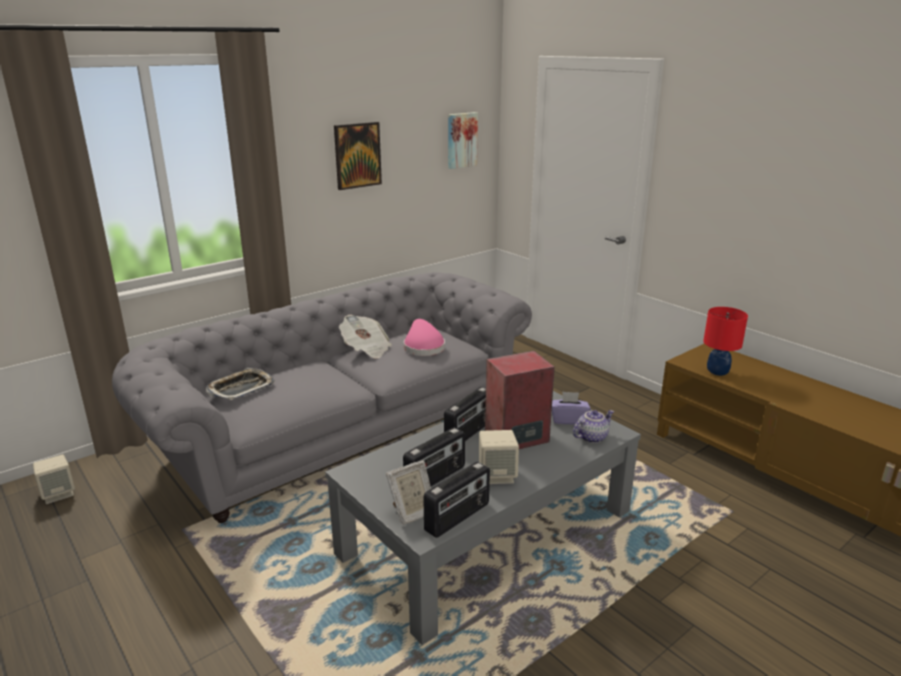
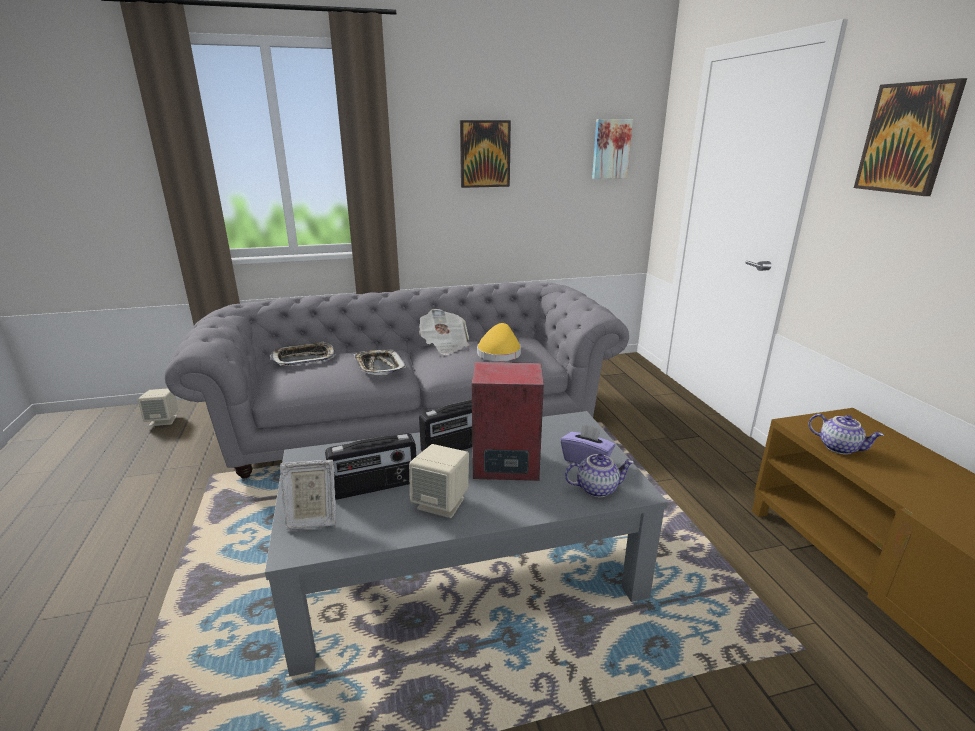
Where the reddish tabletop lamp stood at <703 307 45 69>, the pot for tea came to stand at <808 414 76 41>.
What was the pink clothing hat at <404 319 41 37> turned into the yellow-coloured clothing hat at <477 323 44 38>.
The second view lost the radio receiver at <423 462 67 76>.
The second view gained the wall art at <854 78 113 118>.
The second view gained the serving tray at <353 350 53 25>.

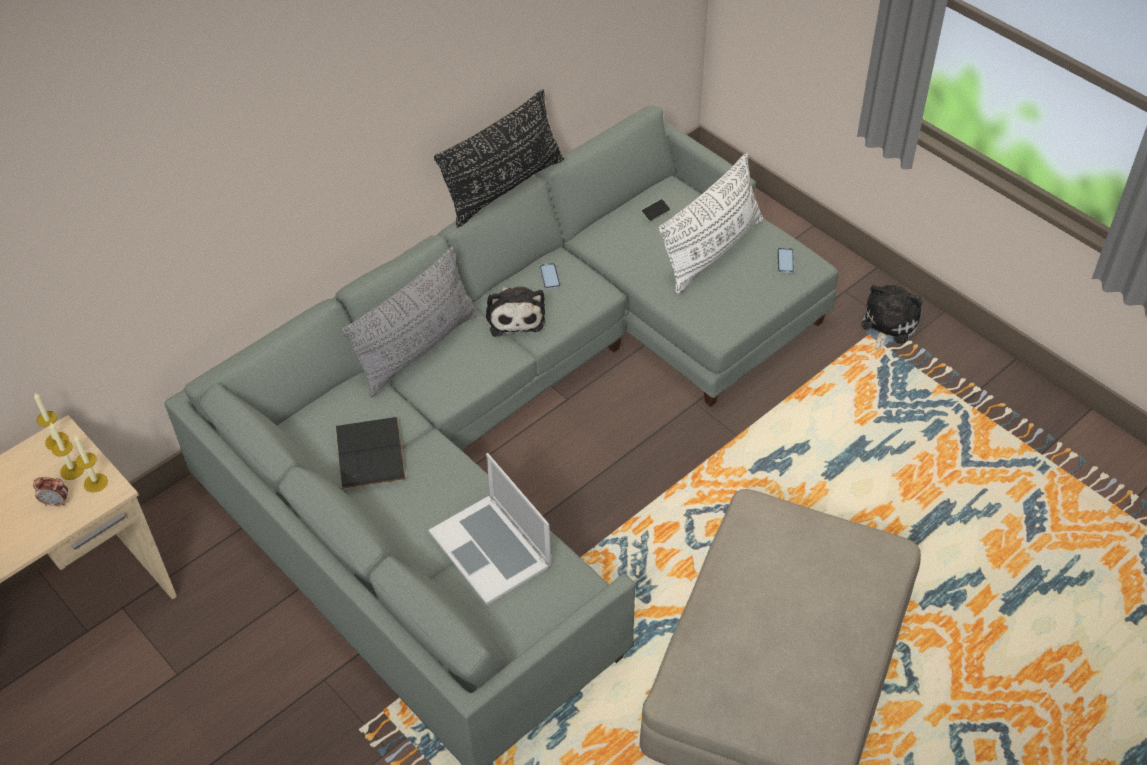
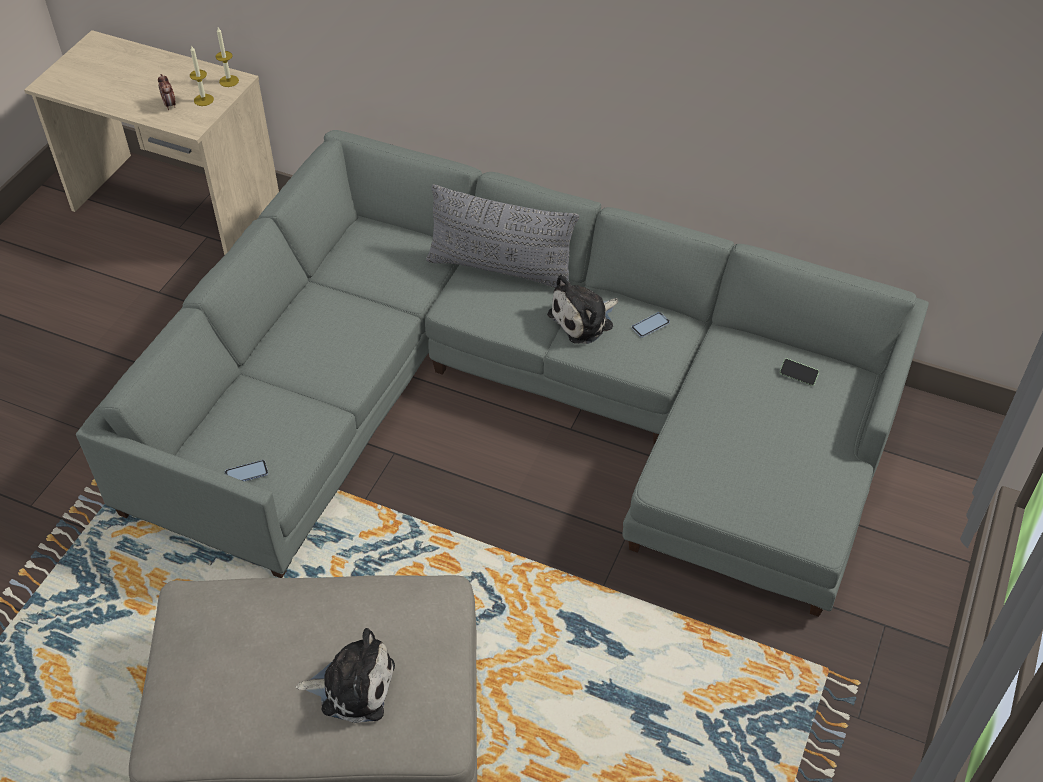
The second view lost the blackish cushion at <434 89 130 139>.
The second view lost the white-coloured cushion at <658 153 105 142>.
The phone ended up elsewhere, having gone from <777 248 17 25> to <225 460 43 22>.
The soft toy ended up elsewhere, having gone from <861 285 61 65> to <296 628 99 95>.
The second view lost the blackish volume at <336 417 70 72>.
The second view lost the wax candle at <74 435 34 57>.
The second view lost the laptop at <429 453 122 152>.

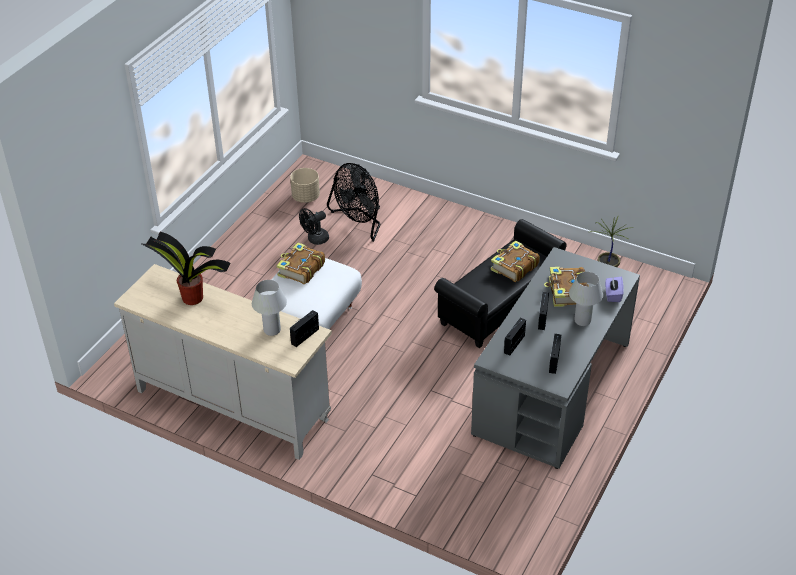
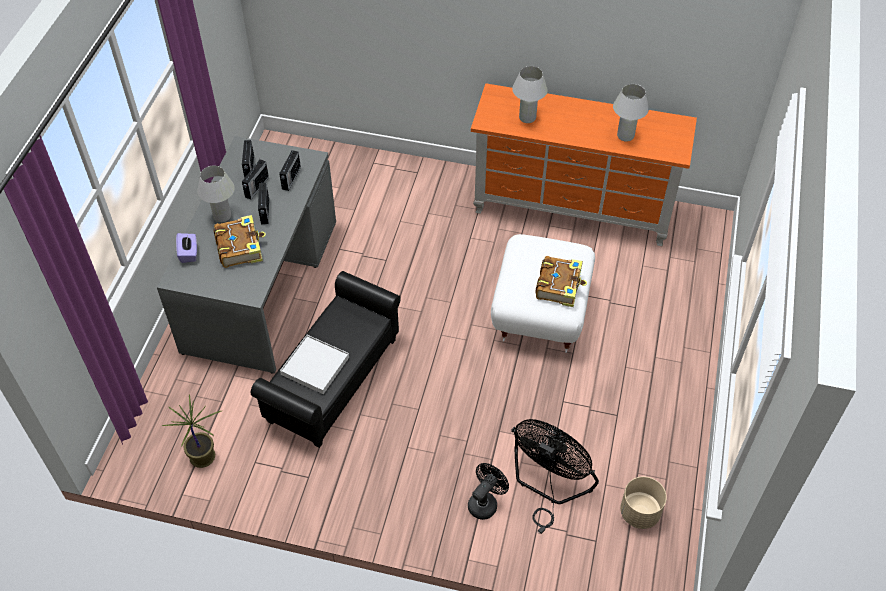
The blackish electric fan ended up elsewhere, having gone from <299 208 30 37> to <468 463 41 57>.
Where the plant in a pot stood at <140 232 91 73>, the white-coloured tabletop lamp came to stand at <613 84 36 58>.
Where the volume stood at <490 240 50 42>, the white-coloured serving tray came to stand at <280 335 69 59>.
What was the beige-coloured drawer chest at <114 264 218 196> turned into the orangey drawer chest at <471 83 226 164>.
The radio receiver ended up elsewhere, having gone from <290 310 29 37> to <242 159 27 40>.

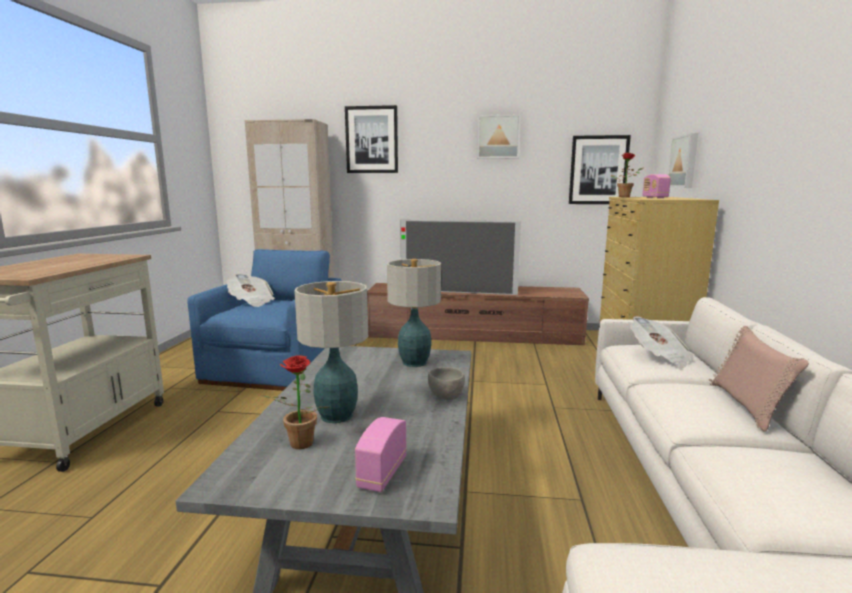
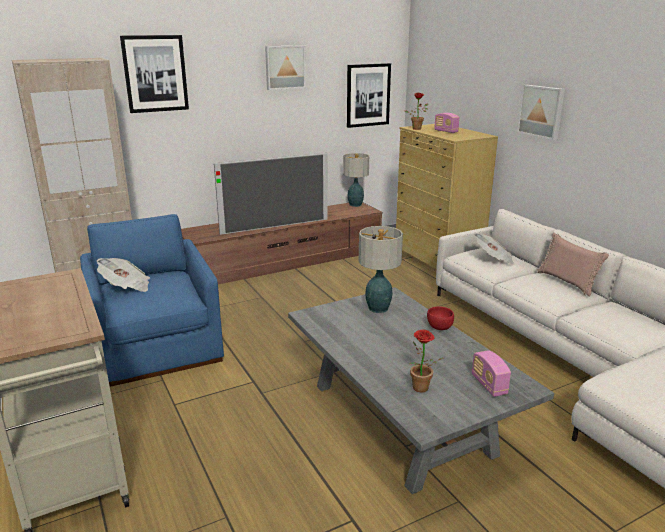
The wall art ended up elsewhere, having gone from <668 133 30 55> to <517 85 48 55>.
The tabletop lamp ended up elsewhere, having gone from <294 281 74 142> to <343 153 26 54>.
What was the gray deep dish at <428 367 37 33> turned into the reddish deep dish at <427 306 27 24>.

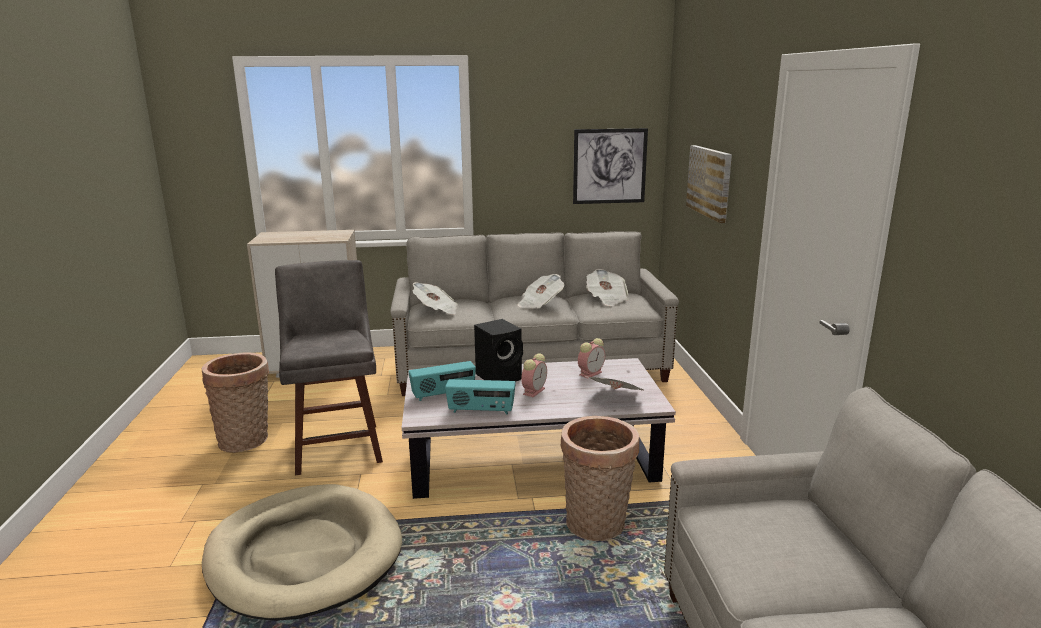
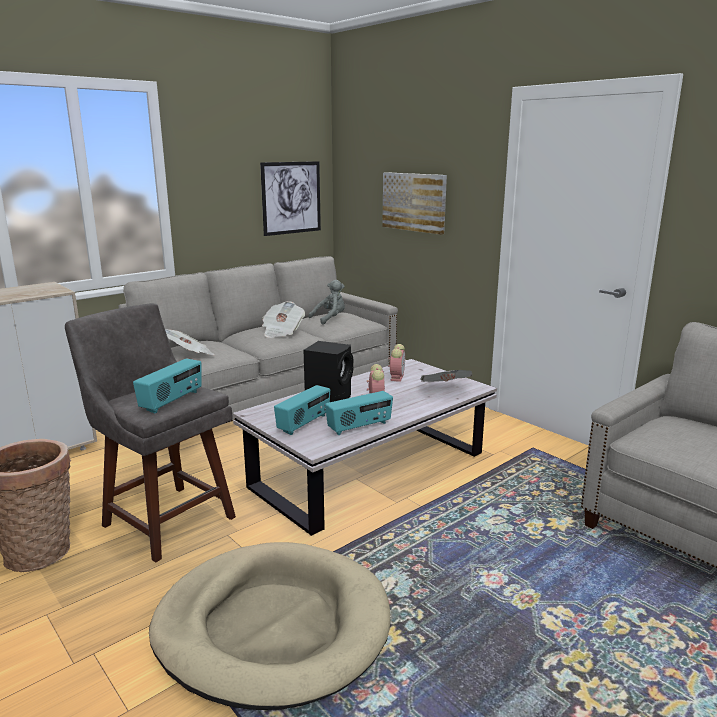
Where the daily paper stood at <586 269 43 37>, the gray soft toy came to stand at <309 280 36 45>.
The second view lost the household basket at <560 416 80 125>.
The second view gained the radio receiver at <133 358 69 56>.

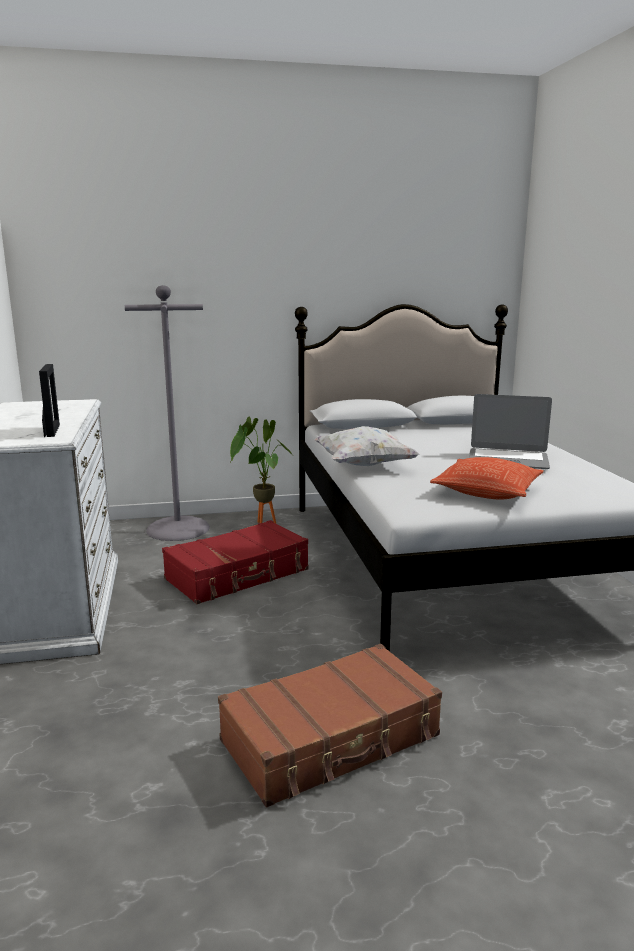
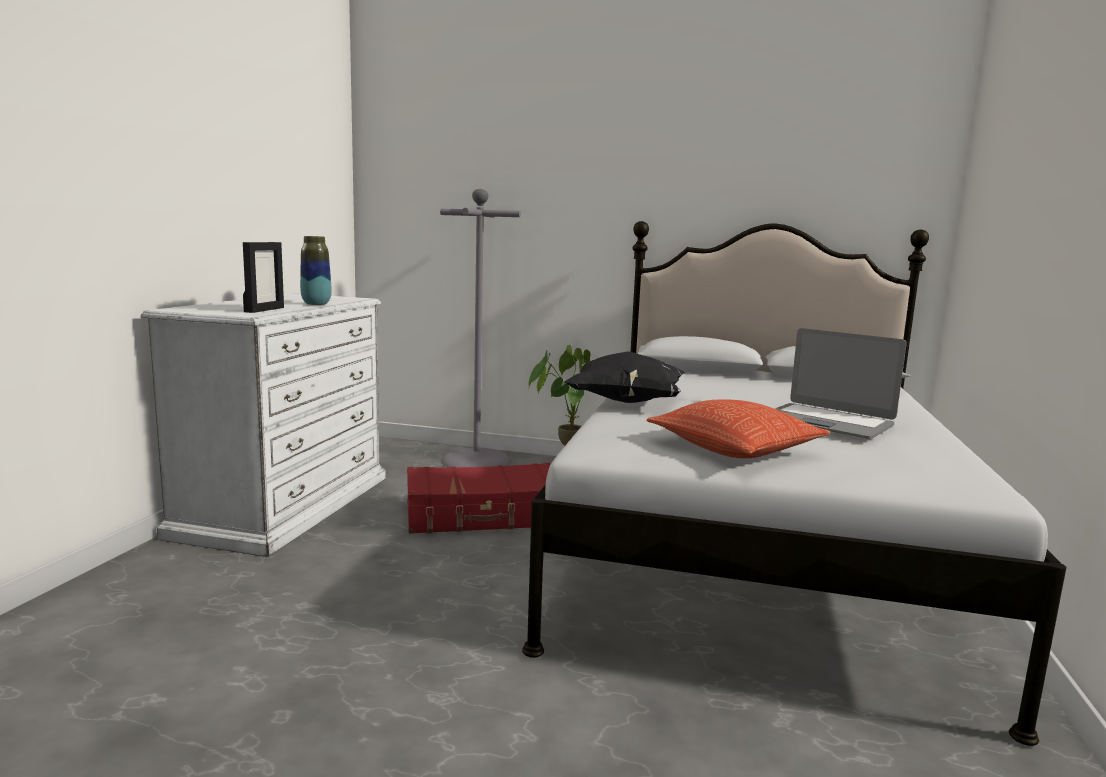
What was the white-coloured cushion at <314 426 105 40> turned into the blackish cushion at <564 352 121 51>.
The second view lost the brown suitcase at <218 644 224 163>.
The second view gained the vase at <300 236 32 69>.

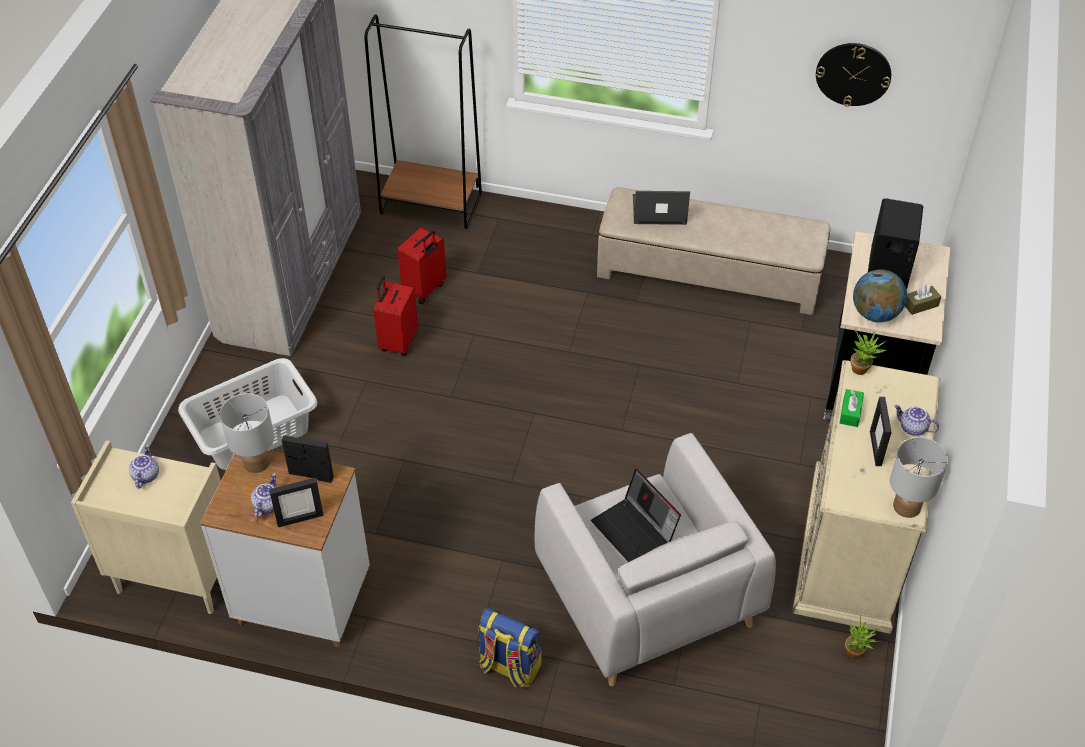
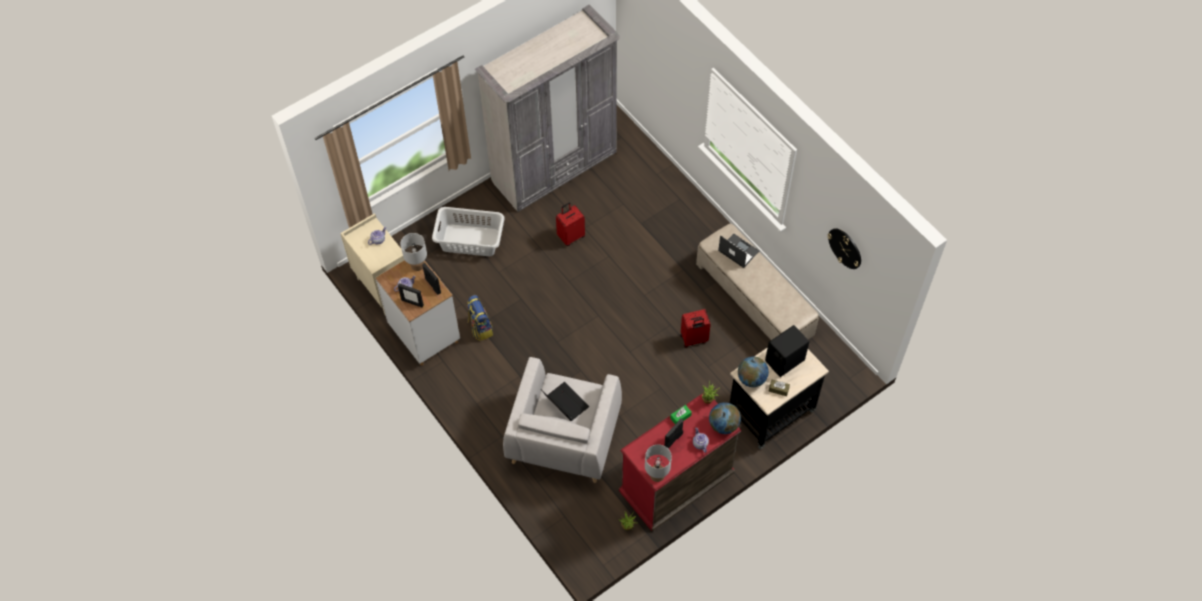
The second view lost the garment stand at <364 14 118 215>.
The reddish suitcase ended up elsewhere, having gone from <397 227 50 77> to <680 309 31 39>.
What was the beige-coloured drawer chest at <792 360 149 274> turned into the reddish drawer chest at <619 393 123 138>.
The laptop at <591 469 90 93> ended up facing another way, 135 degrees clockwise from before.
The rucksack ended up elsewhere, having gone from <478 608 64 80> to <467 295 26 46>.
The second view gained the desk globe at <709 402 32 32>.

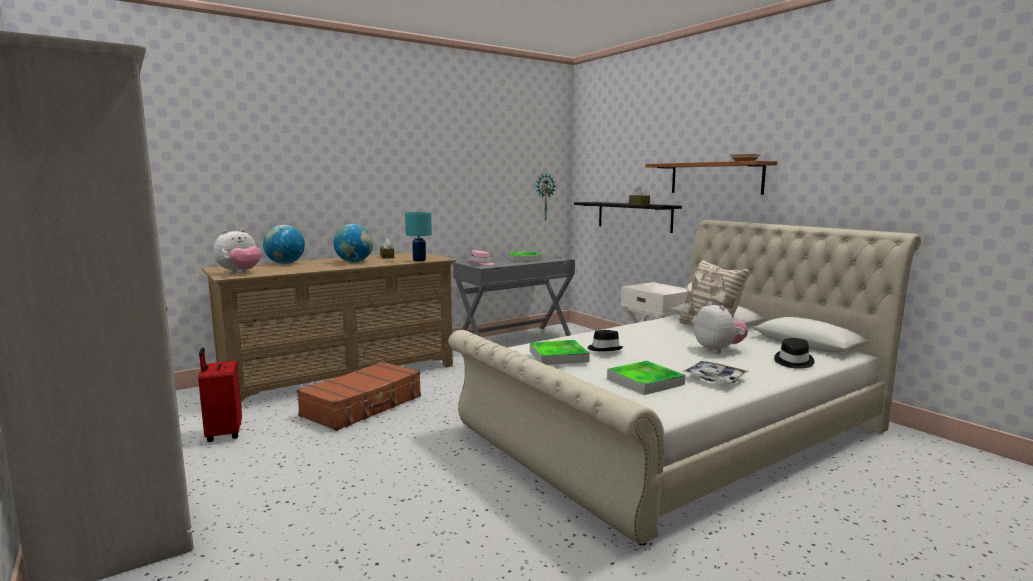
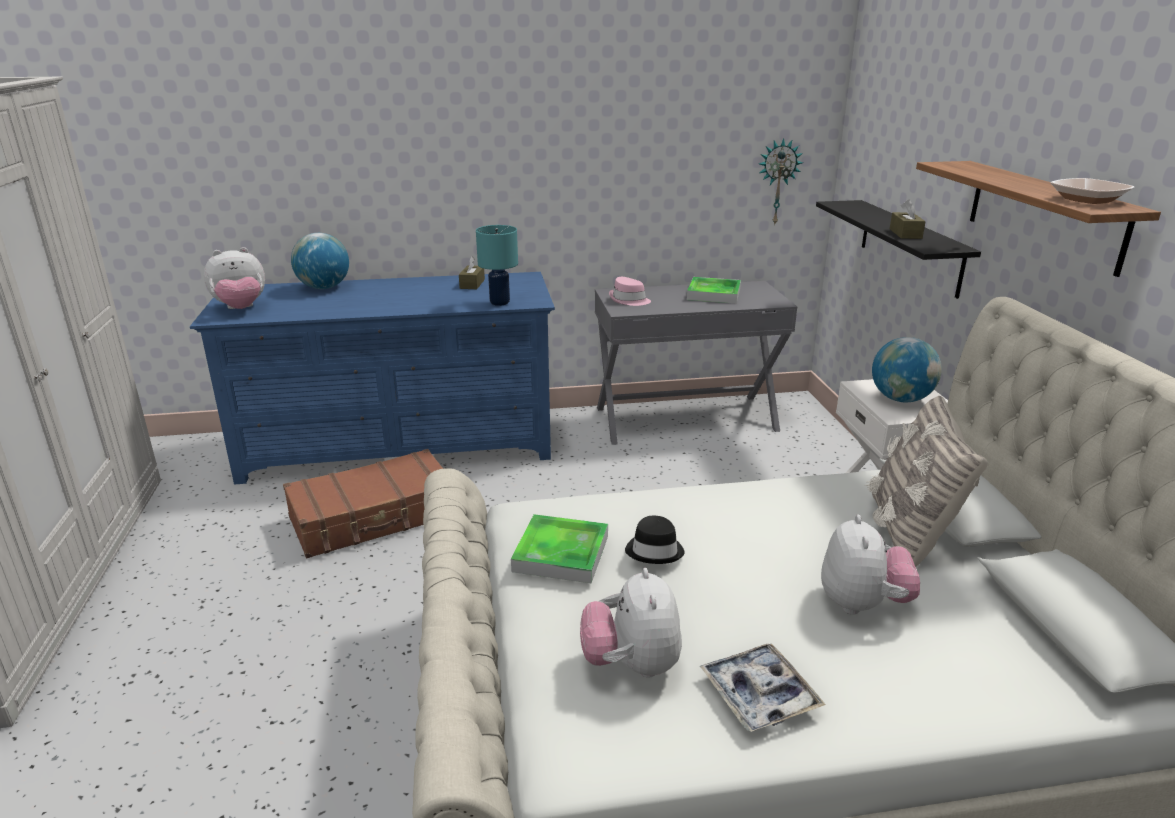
The desk globe ended up elsewhere, having gone from <334 224 39 38> to <872 337 70 65>.
What was the beige-coloured drawer chest at <202 252 254 156> turned into the bluish drawer chest at <190 272 365 213>.
The second view lost the blackish clothing hat at <774 338 40 31>.
The second view lost the reddish suitcase at <198 348 44 94>.
Where the serving tray stood at <607 361 78 34>, the soft toy came to stand at <580 568 102 110>.

